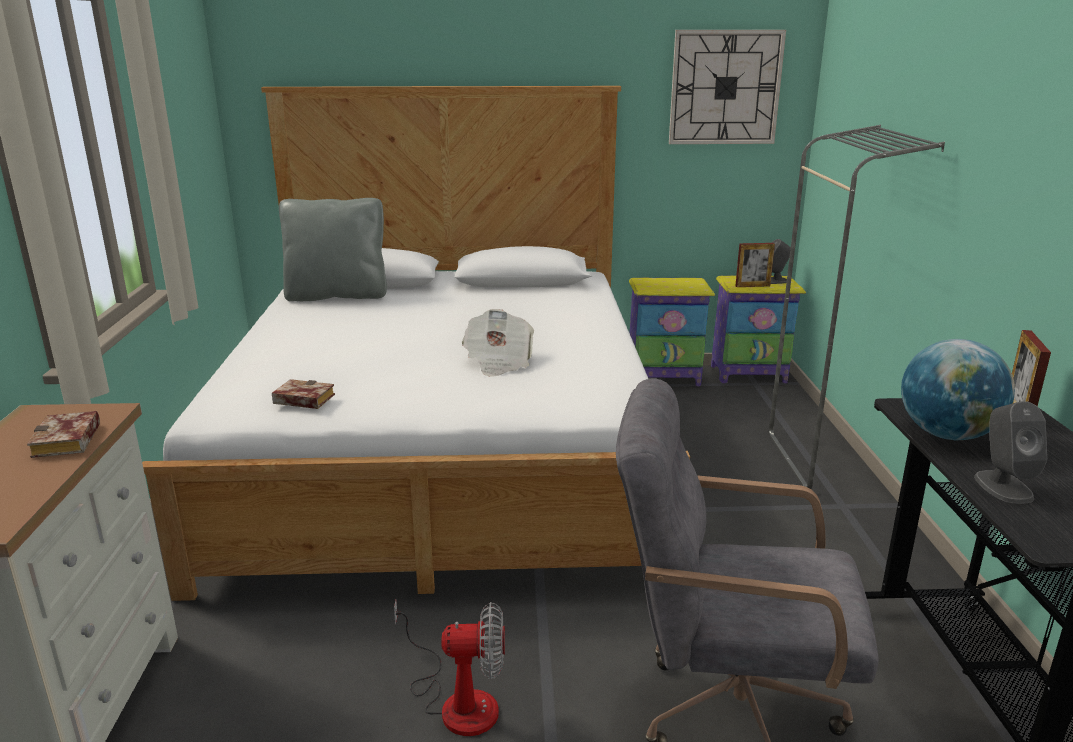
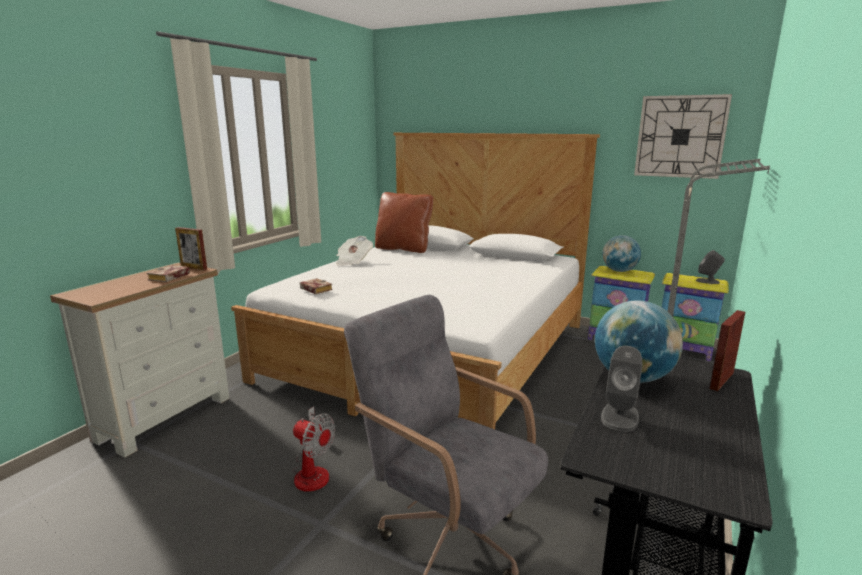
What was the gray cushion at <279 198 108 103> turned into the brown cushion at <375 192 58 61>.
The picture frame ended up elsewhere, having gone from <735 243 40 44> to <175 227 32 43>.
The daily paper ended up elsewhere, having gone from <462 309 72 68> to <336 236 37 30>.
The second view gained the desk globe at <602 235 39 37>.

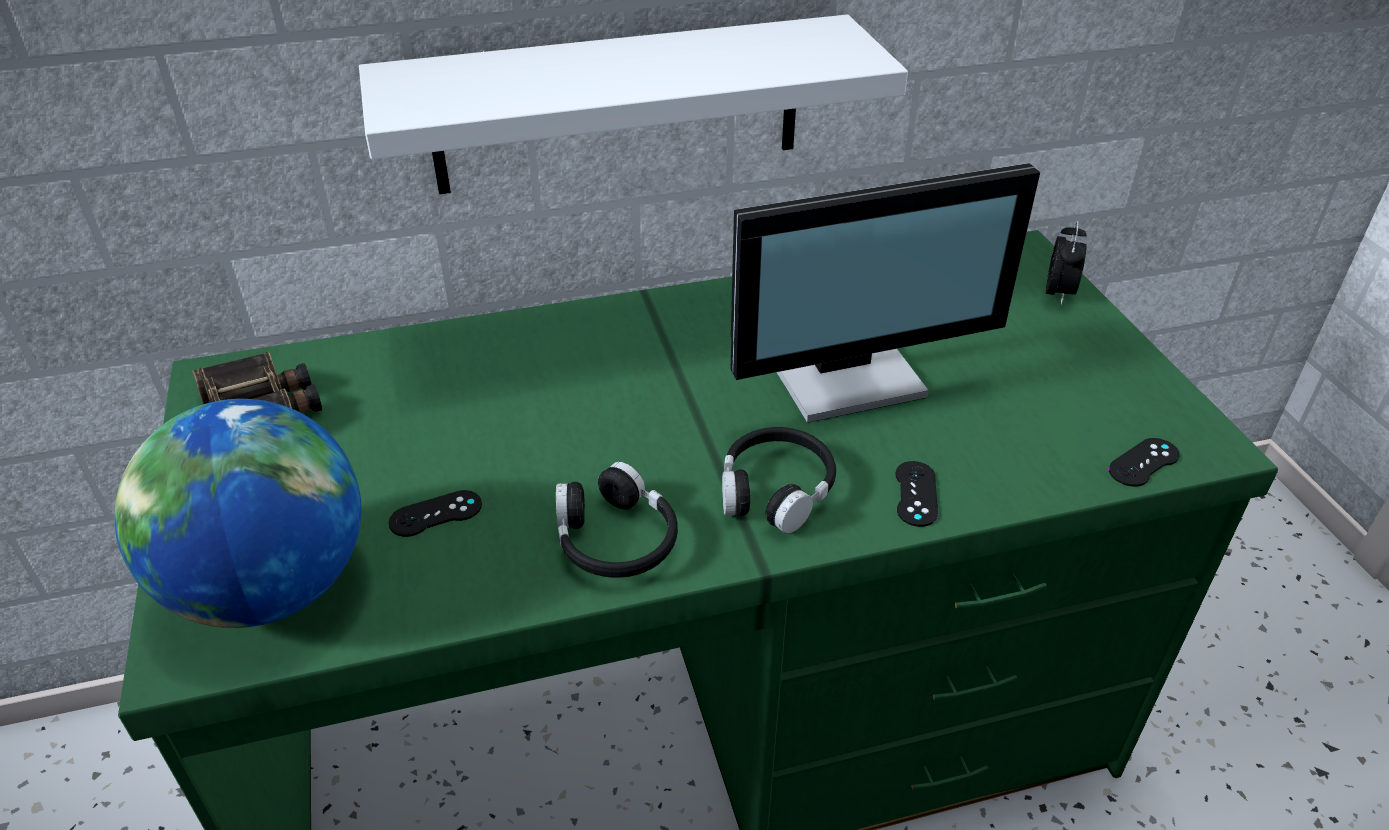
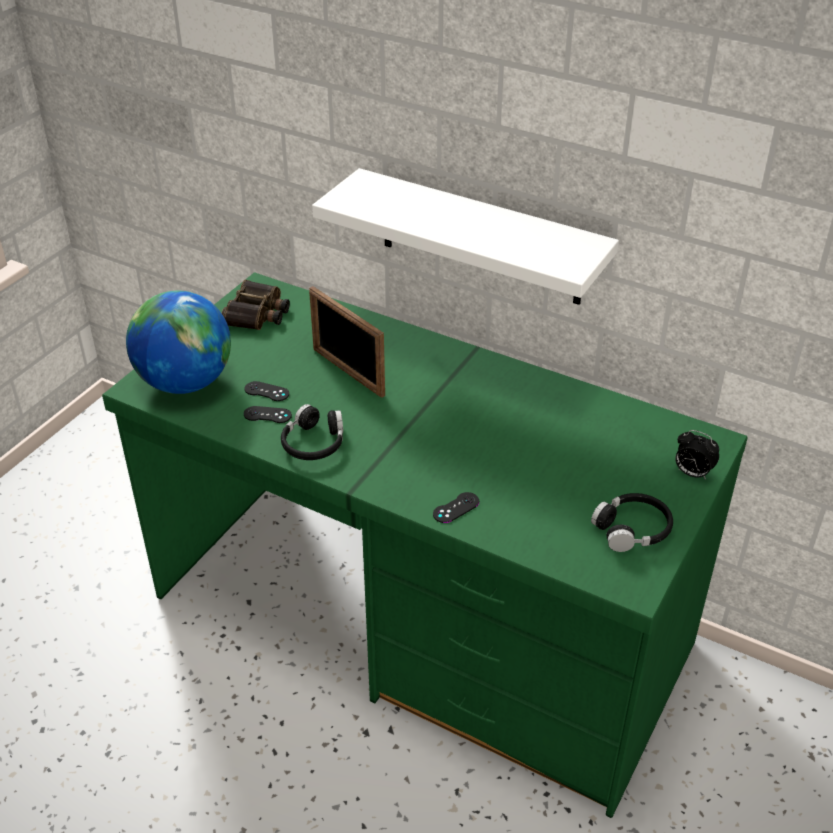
The second view lost the computer display at <730 163 310 260>.
The table clock at <1046 221 41 84> ended up facing another way, 60 degrees clockwise from before.
The blackish pair of headphones ended up elsewhere, having gone from <722 427 114 107> to <591 493 82 59>.
The blackish game controller ended up elsewhere, having gone from <1108 438 72 49> to <244 406 48 17>.
The second view gained the picture frame at <309 286 76 112>.

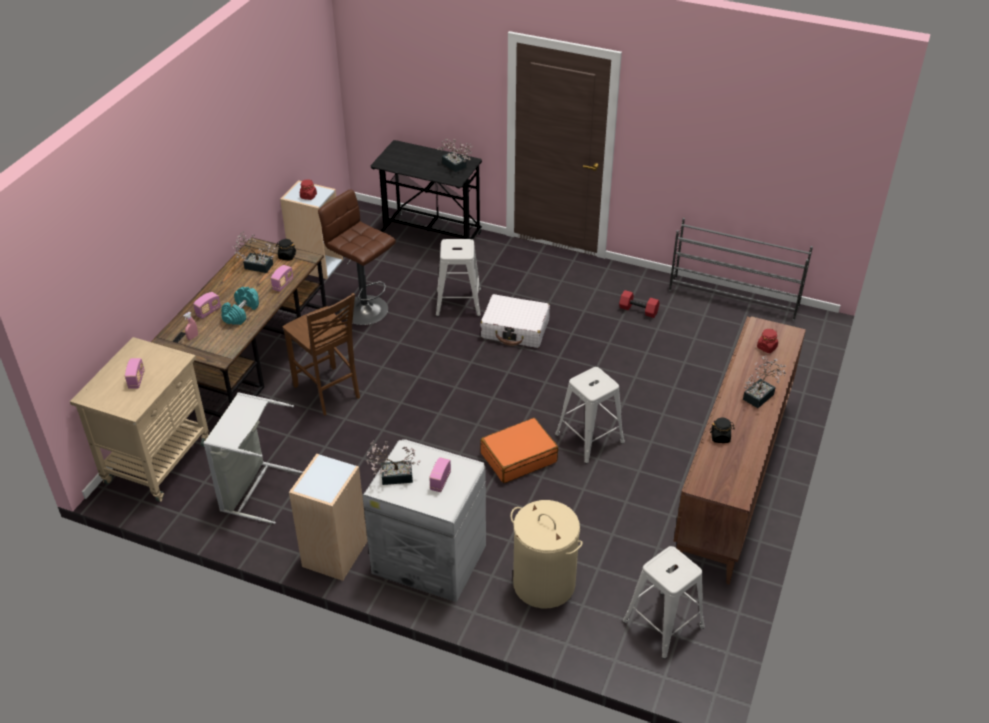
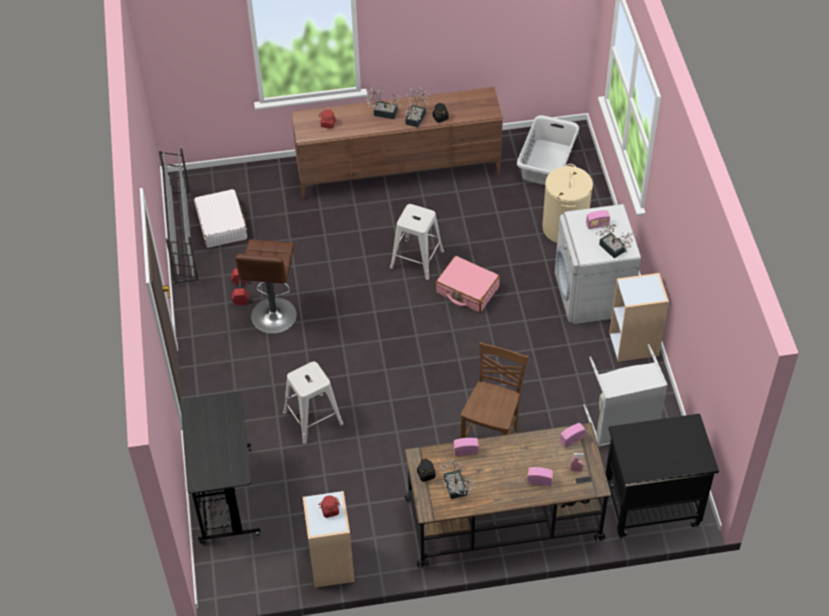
The plant in a pot ended up elsewhere, having gone from <437 139 36 33> to <405 87 25 41>.
The brown stool ended up elsewhere, having gone from <318 189 78 136> to <235 239 62 95>.
The second view lost the turquoise free weight at <221 287 38 38>.
The white-coloured suitcase ended up elsewhere, having gone from <480 294 70 54> to <194 189 53 59>.
What was the beige-coloured trolley at <70 337 139 165> turned into the blackish trolley at <606 413 113 126>.
The radio receiver ended up elsewhere, having gone from <125 358 20 31> to <560 423 25 25>.
What was the orangey suitcase at <481 418 77 65> turned into the pink suitcase at <435 255 65 58>.
Where the white-coloured stool stood at <623 546 82 113>, the gray laundry basket came to stand at <517 115 62 70>.

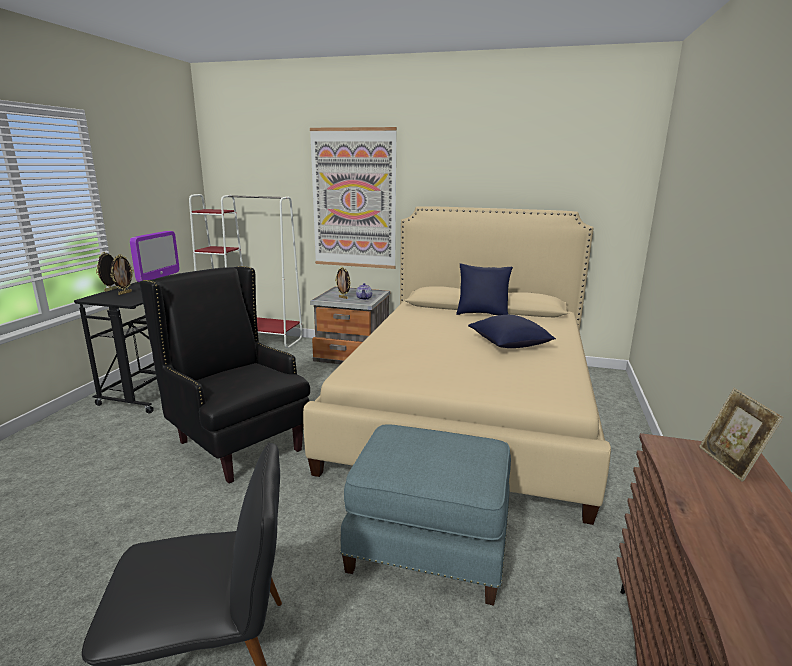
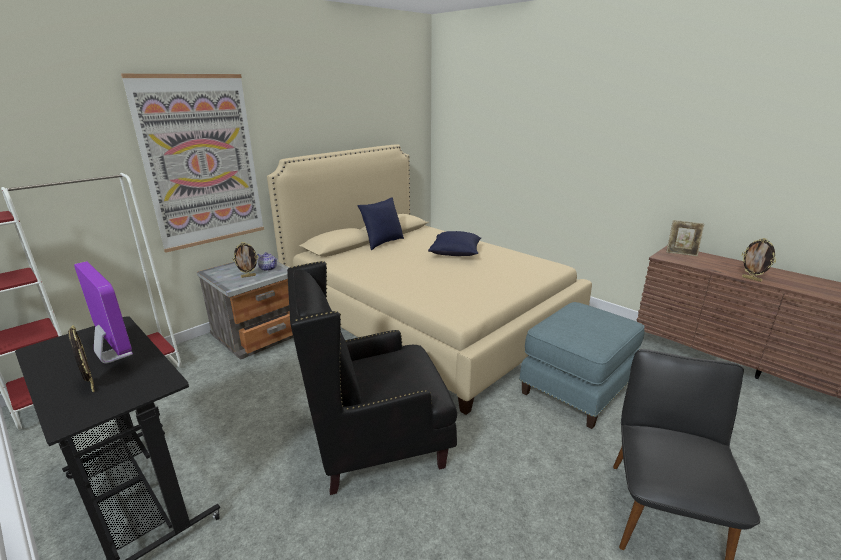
The picture frame ended up elsewhere, having gone from <96 252 21 40> to <741 238 35 44>.

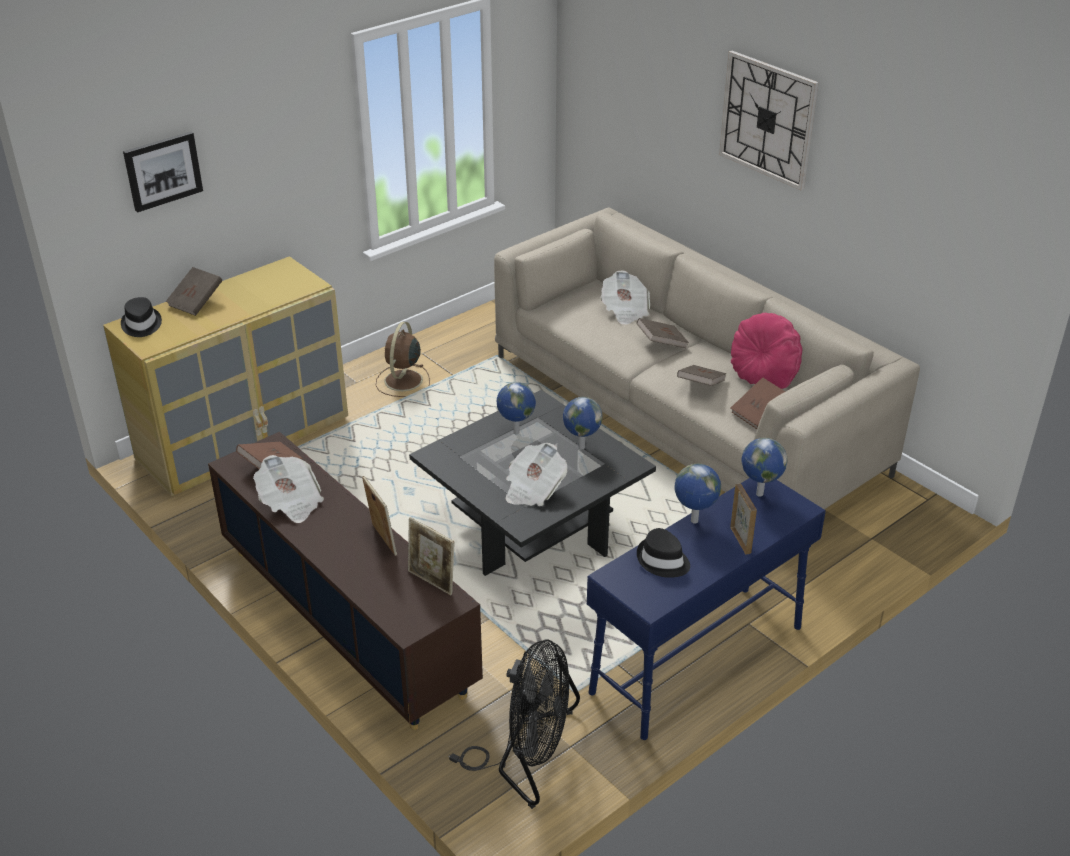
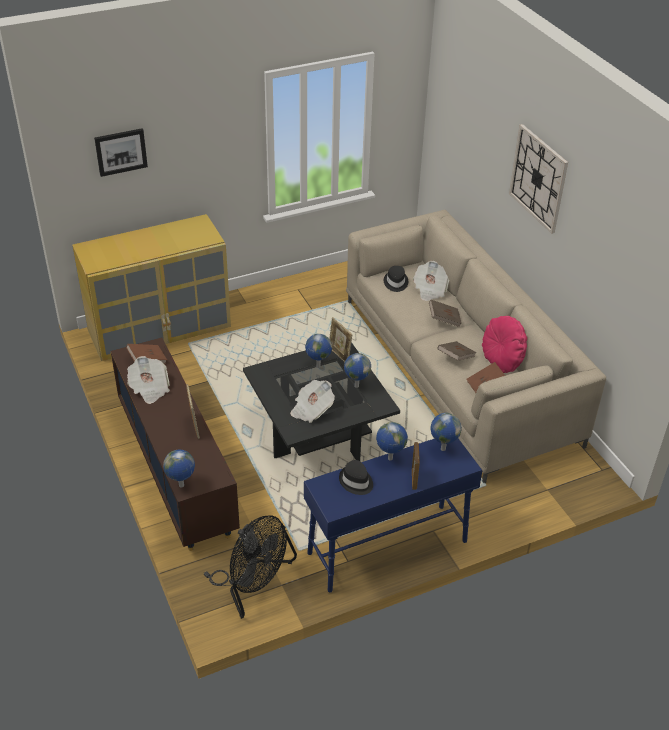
The second view lost the brown volume at <166 267 56 49>.
The blackish clothing hat ended up elsewhere, having gone from <121 297 41 40> to <384 266 24 26>.
The second view lost the brown electric fan at <376 322 54 75>.
The picture frame ended up elsewhere, having gone from <408 517 47 78> to <329 317 23 45>.
The second view gained the desk globe at <163 450 32 38>.

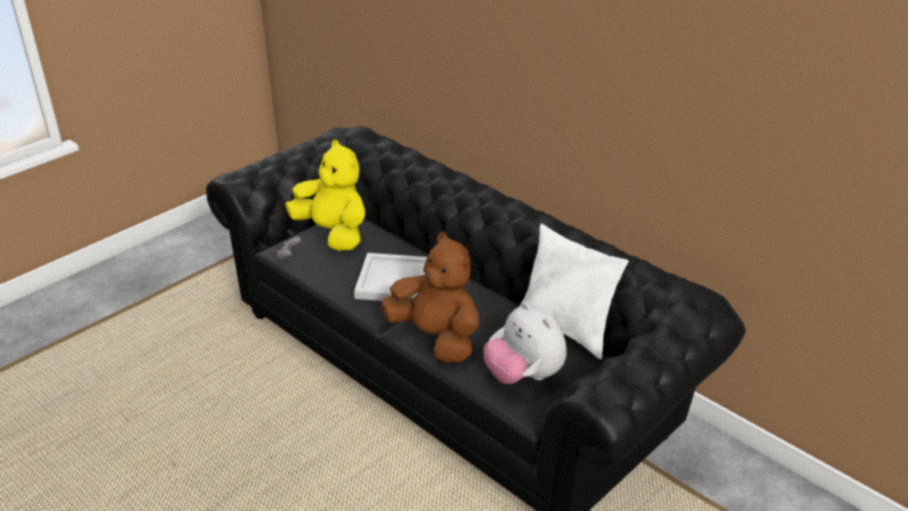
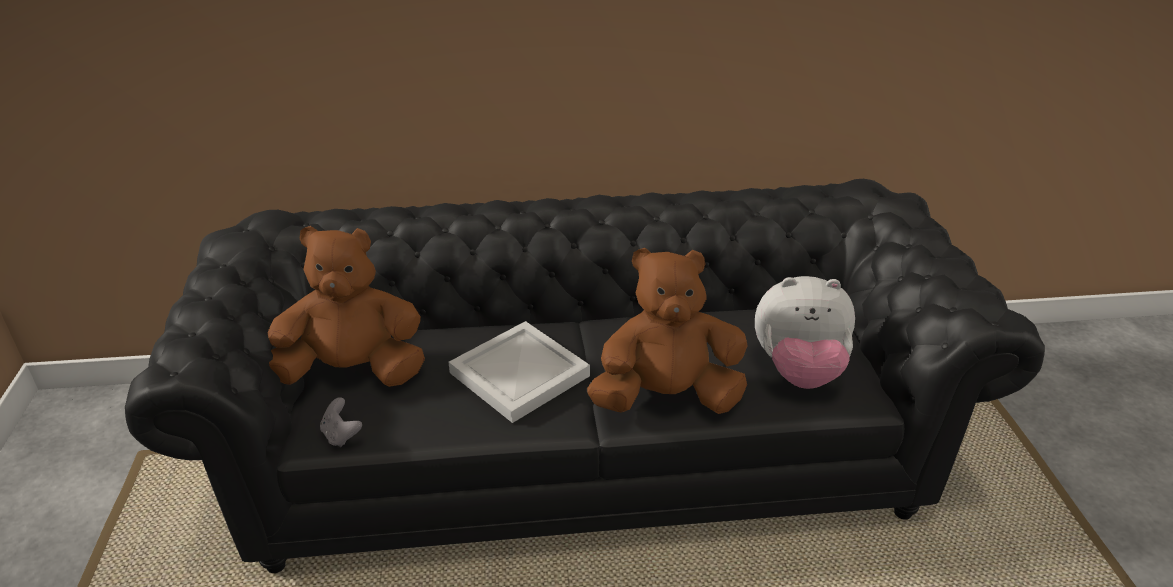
What was the yellow-coloured soft toy at <285 140 80 111> turned into the brown soft toy at <267 226 158 161>.
The second view lost the white-coloured cushion at <519 224 110 136>.

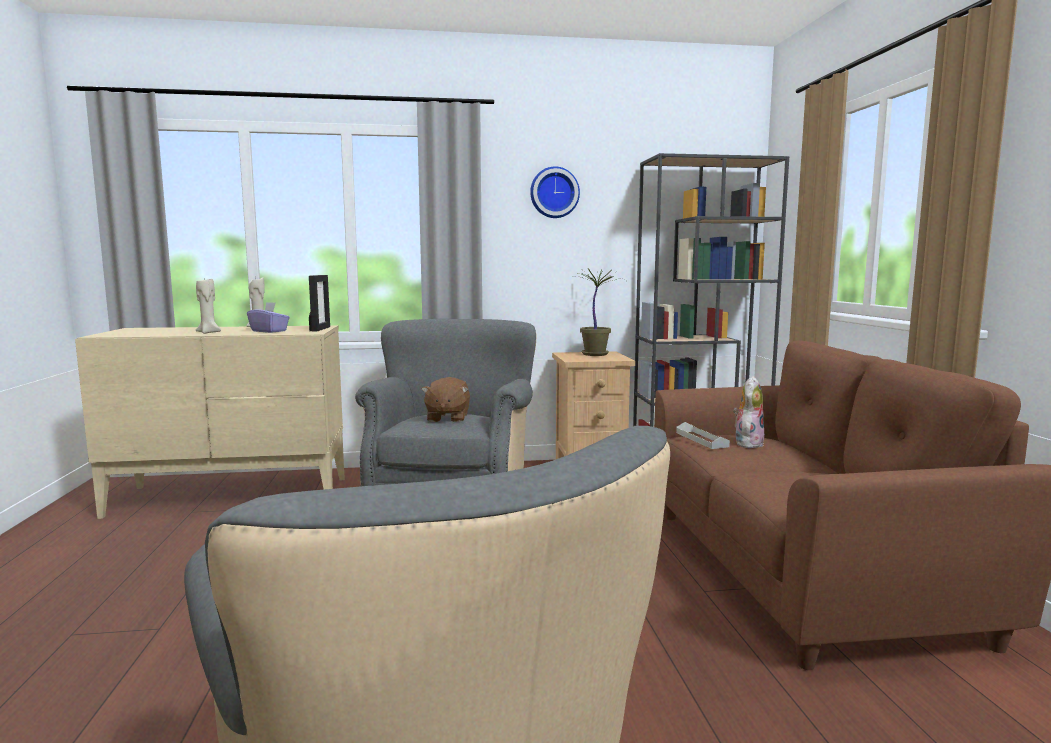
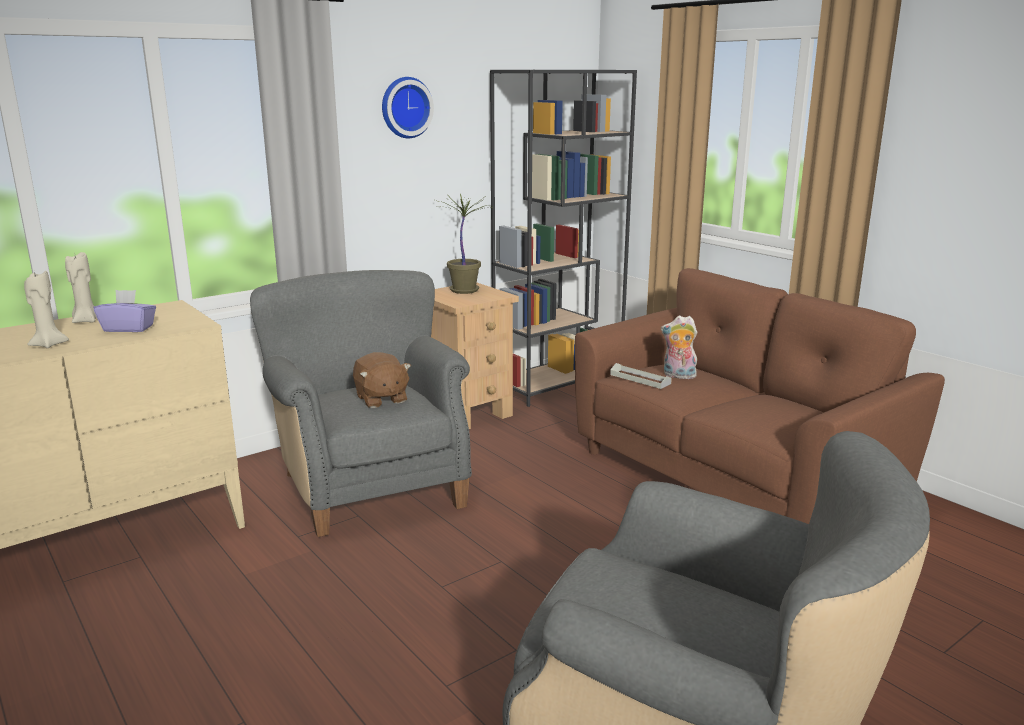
The second view lost the picture frame at <309 275 21 57>.
The soft toy at <733 376 31 72> ended up facing another way, 75 degrees counterclockwise from before.

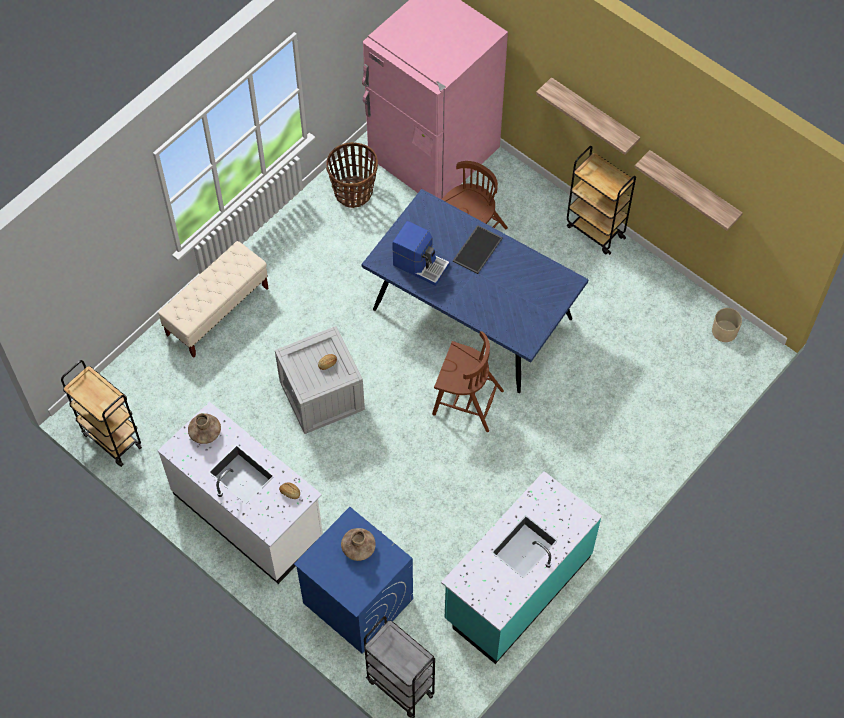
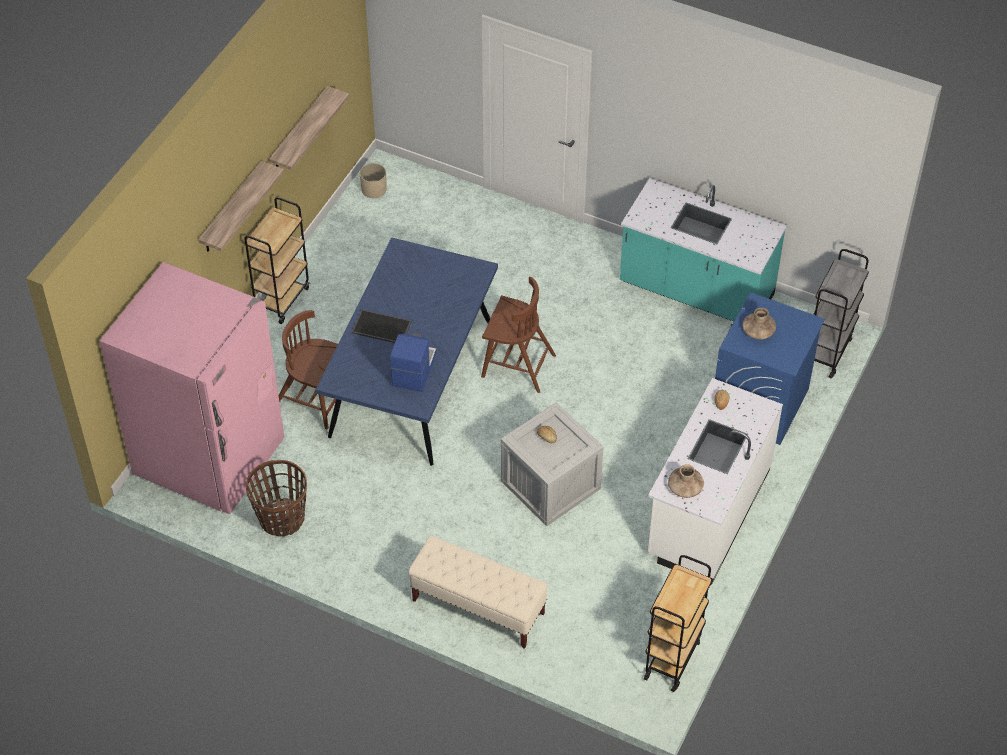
The brown chair at <432 331 72 101> ended up facing another way, 105 degrees clockwise from before.

